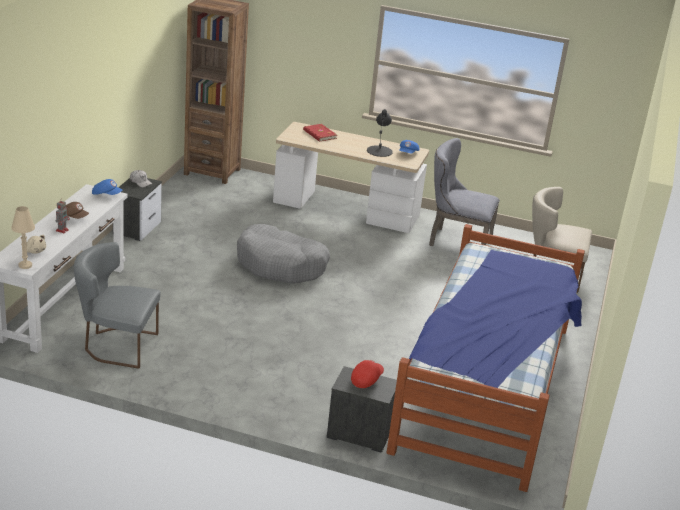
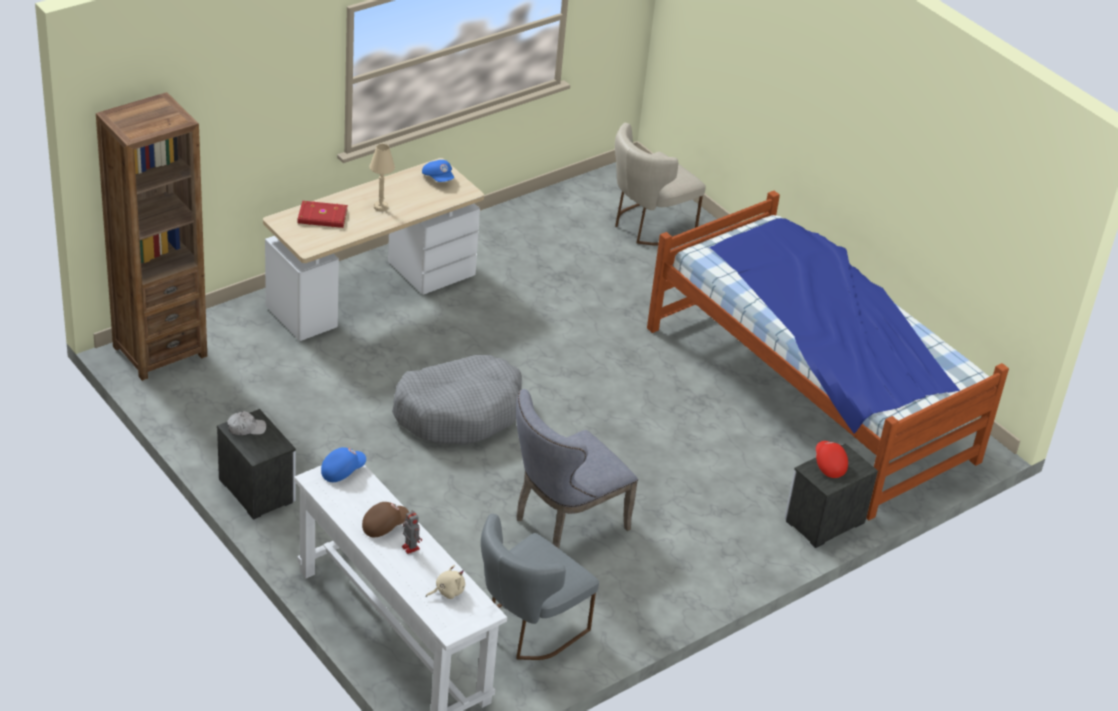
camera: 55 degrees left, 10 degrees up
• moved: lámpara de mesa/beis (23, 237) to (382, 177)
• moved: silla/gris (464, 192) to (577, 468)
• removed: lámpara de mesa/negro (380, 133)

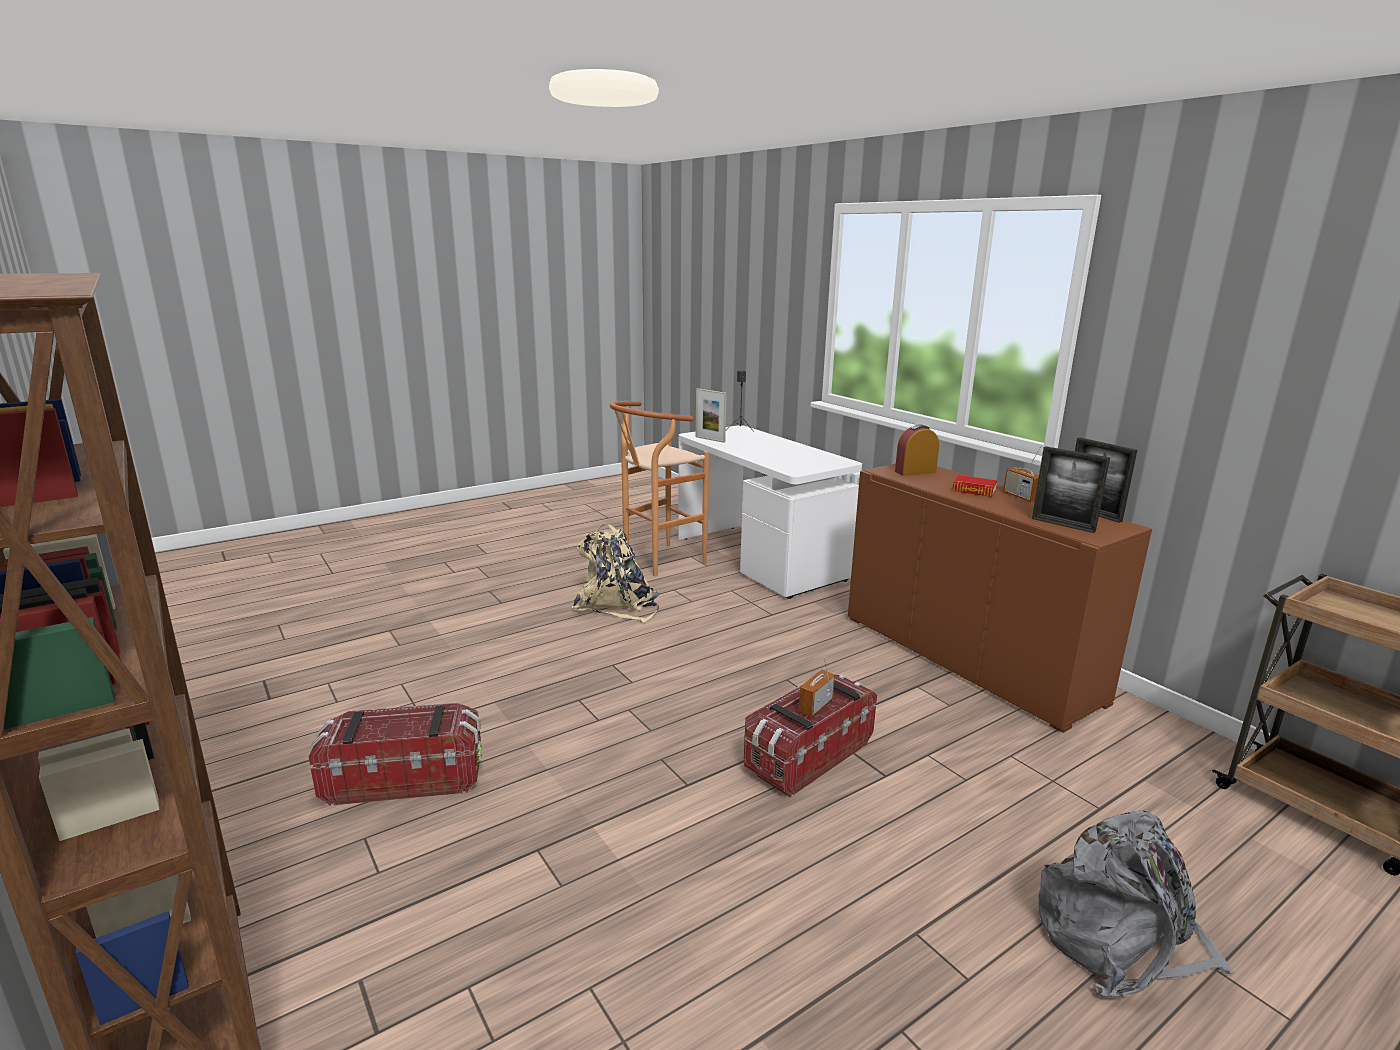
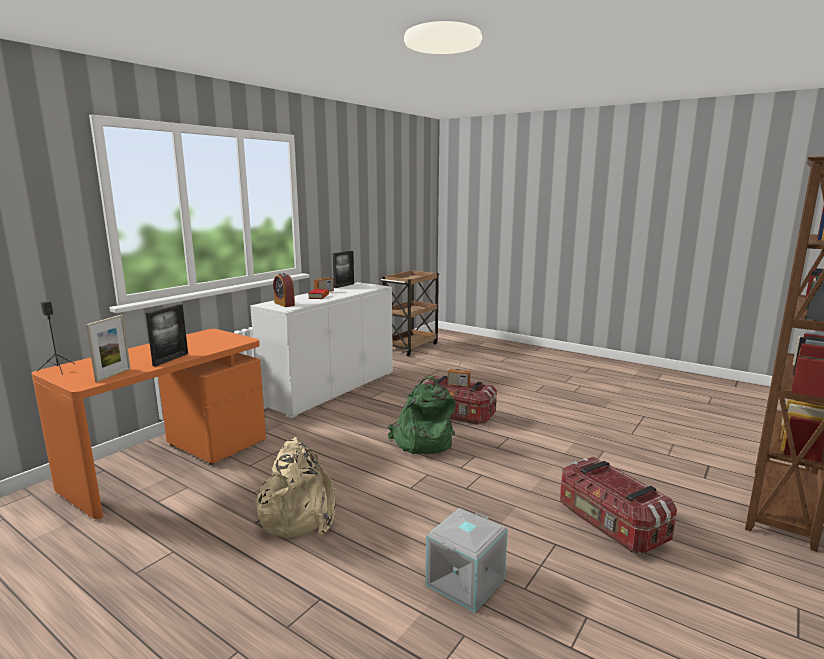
camera: 110 degrees left, 5 degrees down
• recoloured: escritorio/blanco (770, 512) to escritorio/naranja (149, 424)
• moved: portarretratos (1071, 489) to (167, 335)
• recoloured: armario/marrón (1000, 598) to armario/blanco (321, 350)
• added: mochila/verde (422, 415)
• added: caja de almacenaje/gris (467, 560)
• removed: taburete/marrón (659, 489)
• removed: mochila/gris (1137, 904)

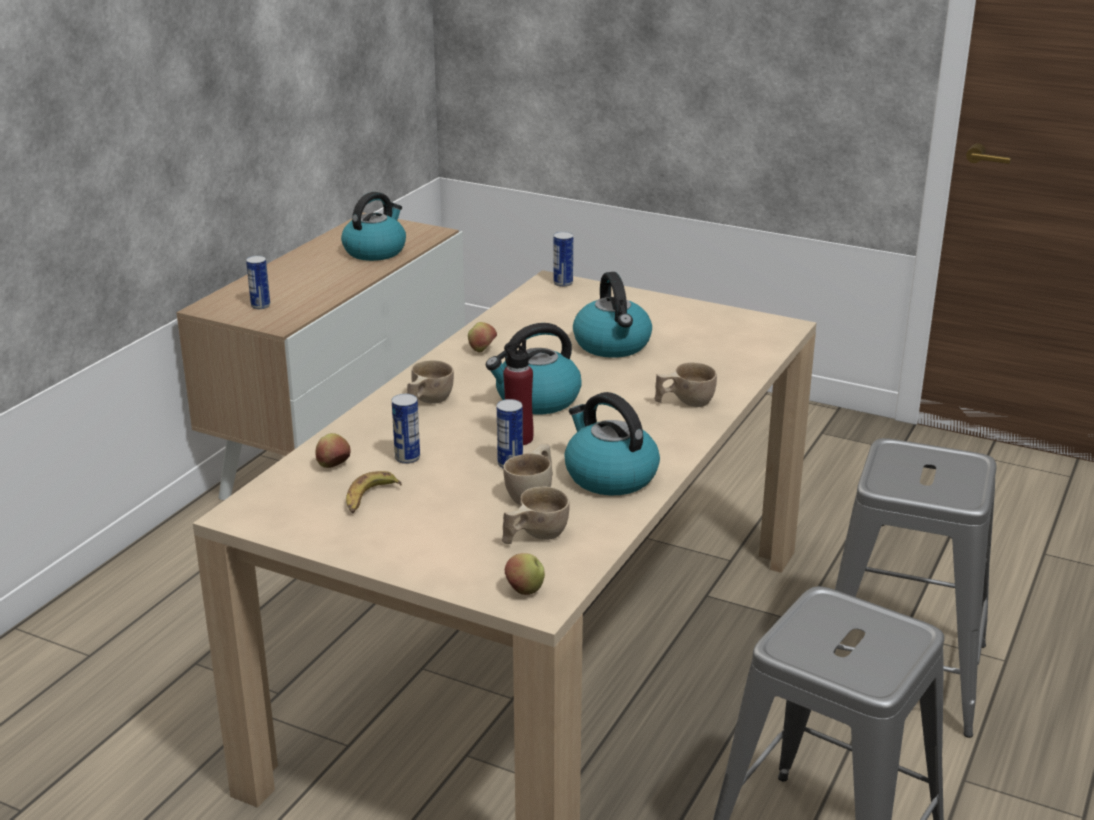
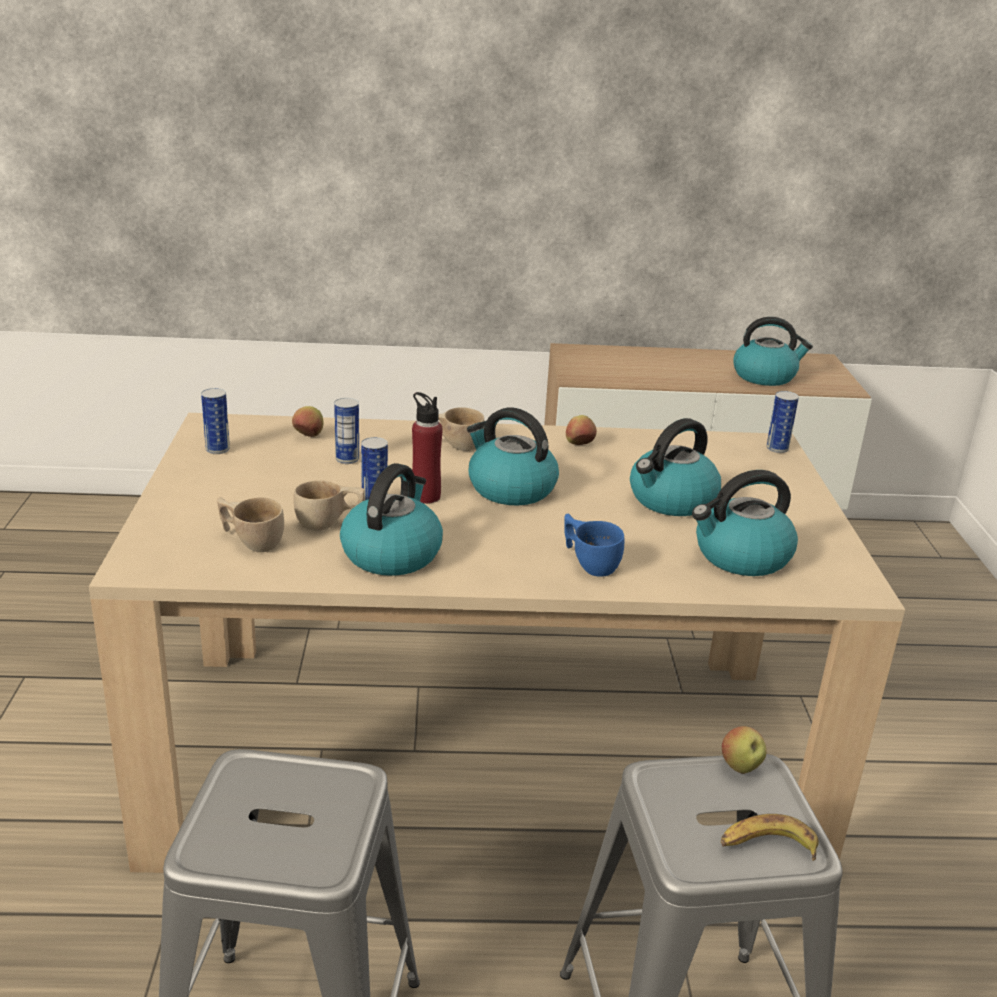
camera: 60 degrees right, 0 degrees up
• moved: lata (258, 282) to (215, 421)
• recoloured: taza/beis (685, 384) to taza/azul (594, 545)
• added: hervidor (745, 523)
• moved: plátano (374, 492) to (770, 837)
• moved: manzana (525, 574) to (744, 750)

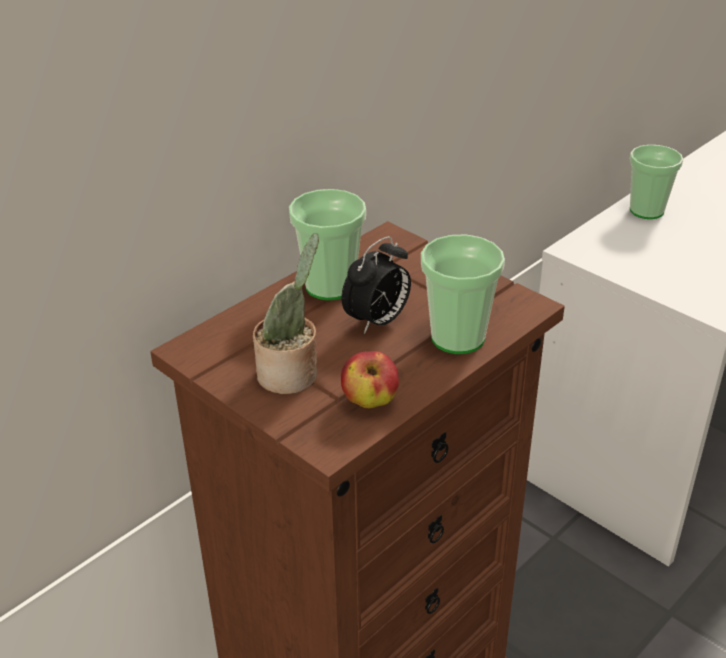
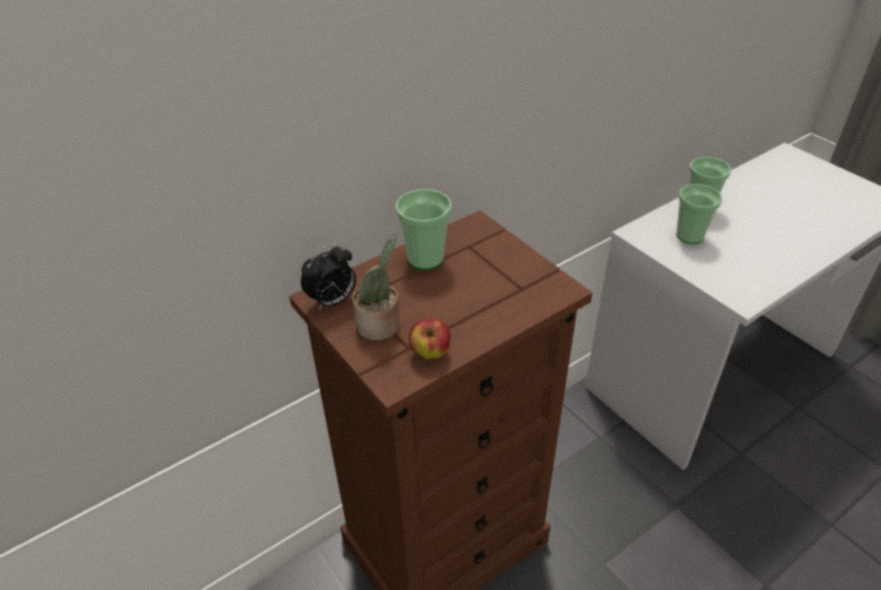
camera: 10 degrees right, 5 degrees up
• moved: despertador (376, 285) to (328, 277)
• moved: taza (463, 294) to (699, 214)

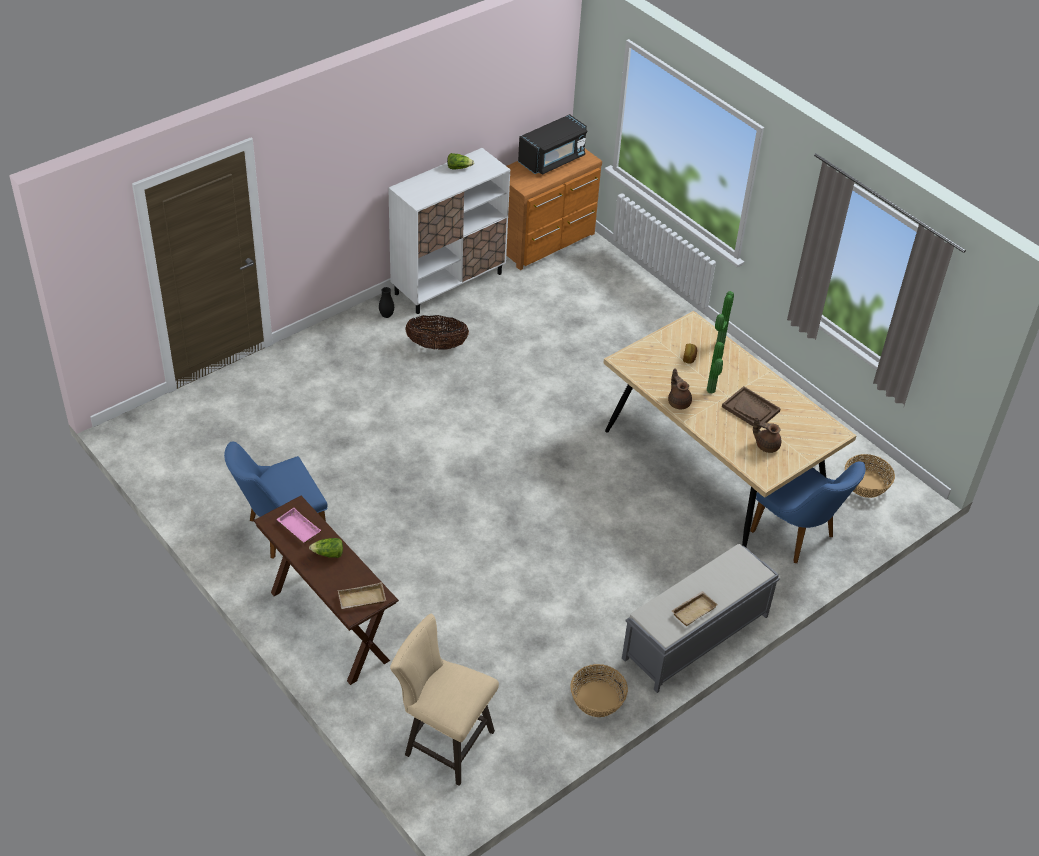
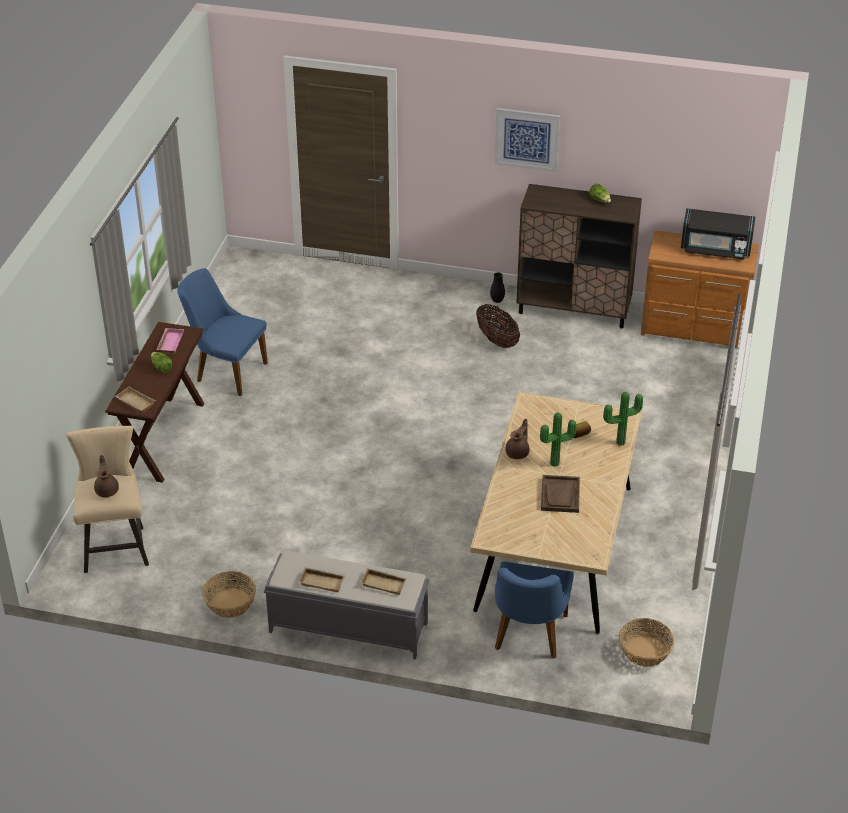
camera: 55 degrees right, 5 degrees down
• moved: tetera/marrón (767, 435) to (106, 476)
• added: bandeja/beis (383, 581)
• added: cuadro (527, 140)
• recoloured: armario/blanco (449, 231) to armario/marrón (579, 256)

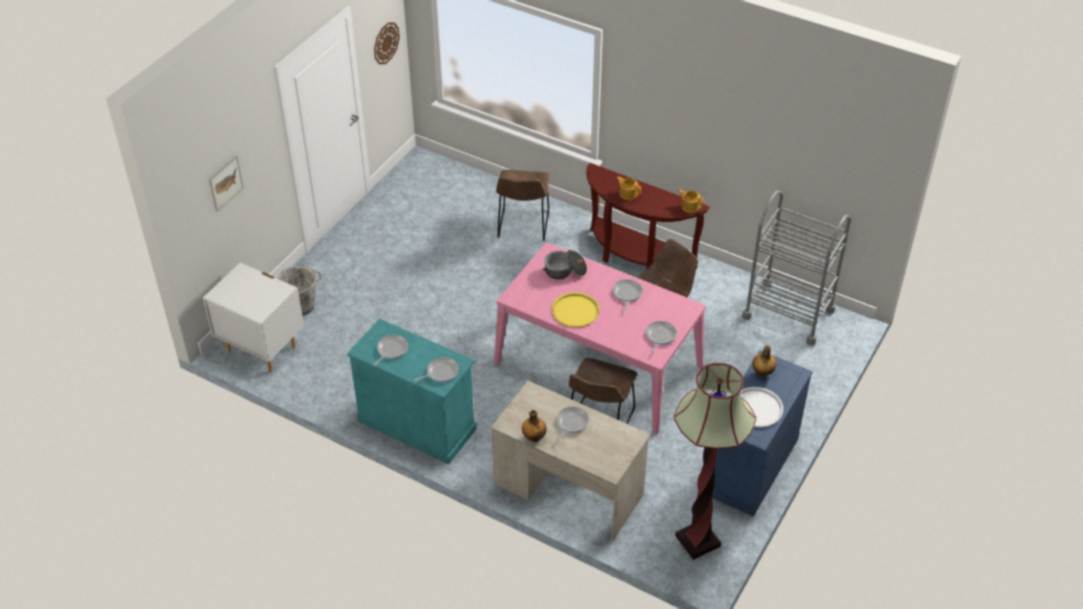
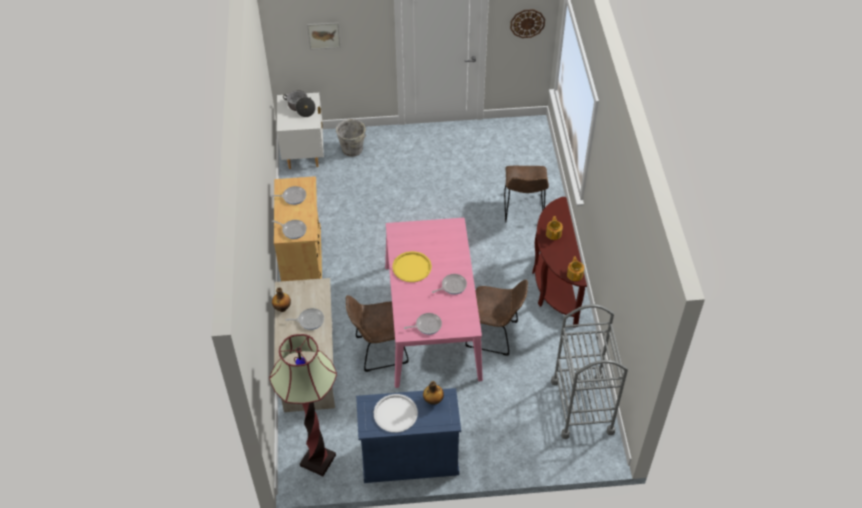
camera: 55 degrees right, 5 degrees up
• recoloured: armario/turquesa (412, 391) to armario/beis (298, 228)
• moved: olla (565, 264) to (299, 103)
• turned: silla/marrón (523, 205) = (526, 194) 60 degrees counterclockwise

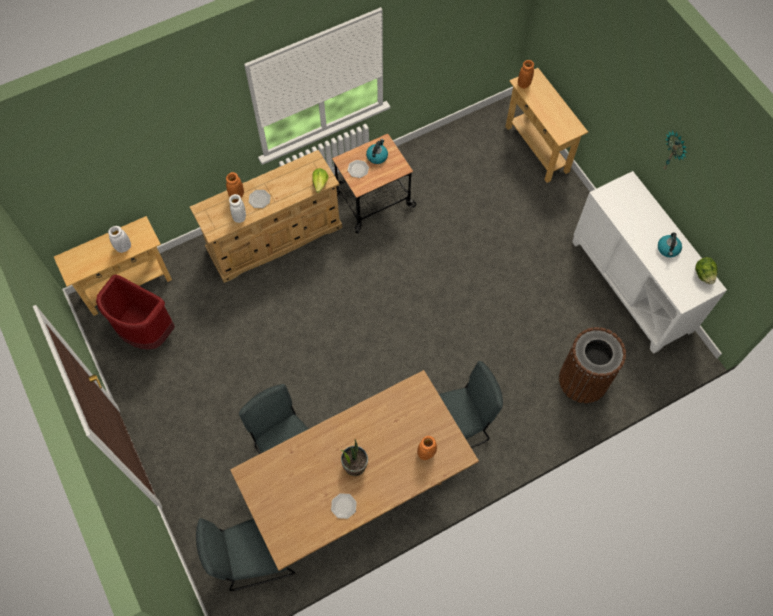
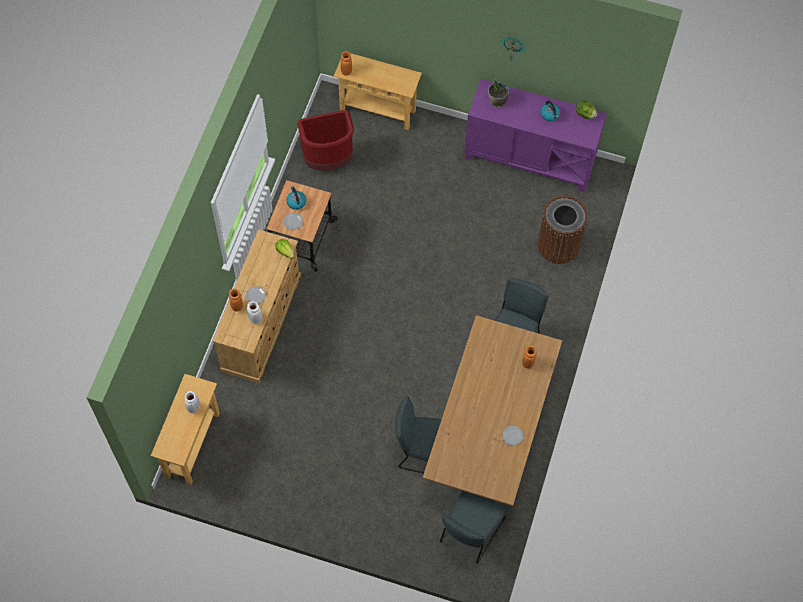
camera: 45 degrees left, 0 degrees up
• moved: papelera/rojo (135, 312) to (325, 140)
• recoloured: armario/blanco (649, 262) to armario/morado (535, 135)
• moved: planta en maceta (354, 458) to (498, 91)

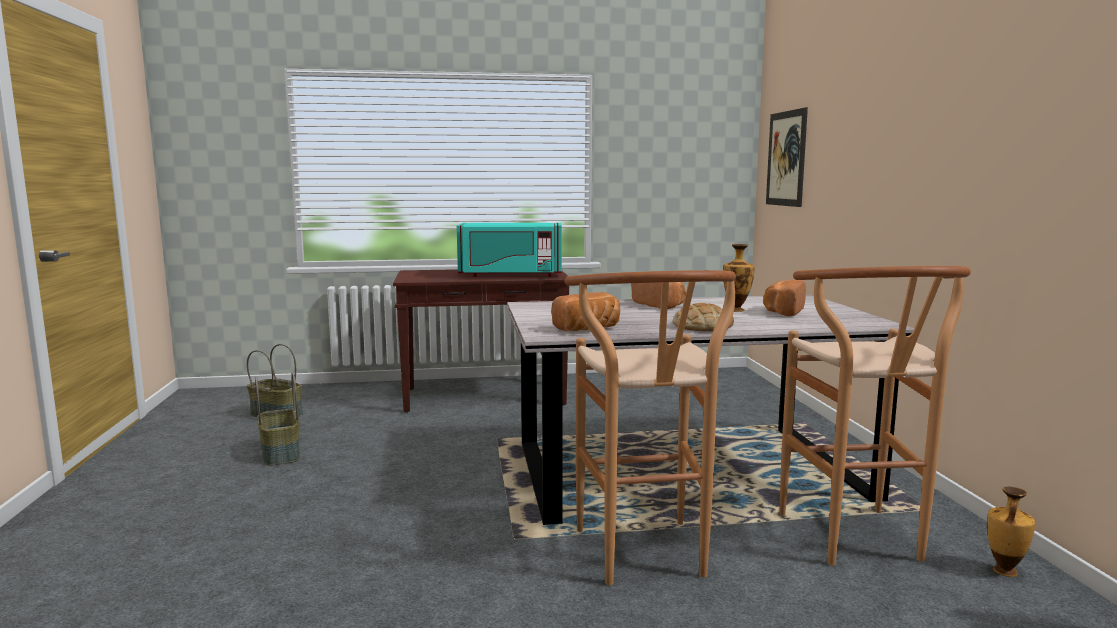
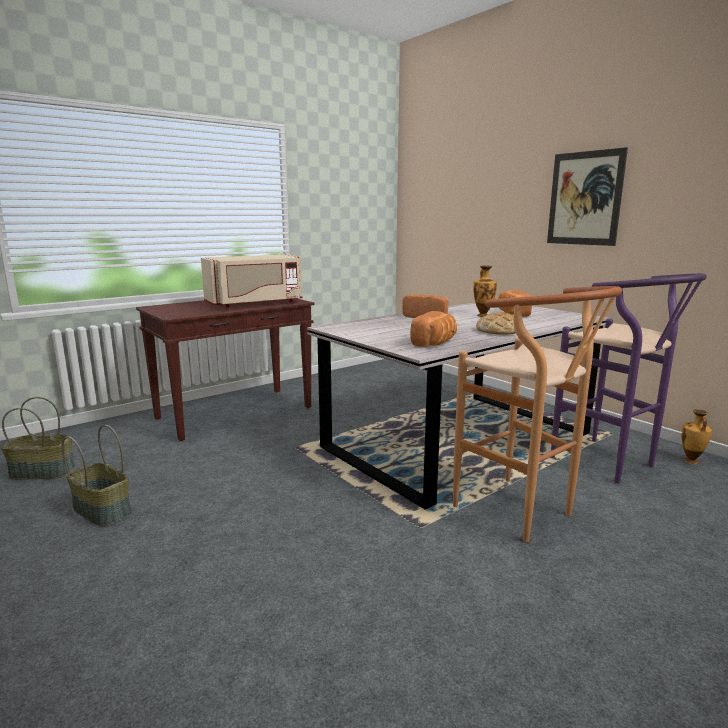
camera: 30 degrees left, 5 degrees up
• recoloured: microondas/turquesa (509, 250) to microondas/beis (252, 280)
• moved: cuadro (787, 157) to (587, 196)
• recoloured: taburete/marrón (875, 415) to taburete/morado (629, 378)

